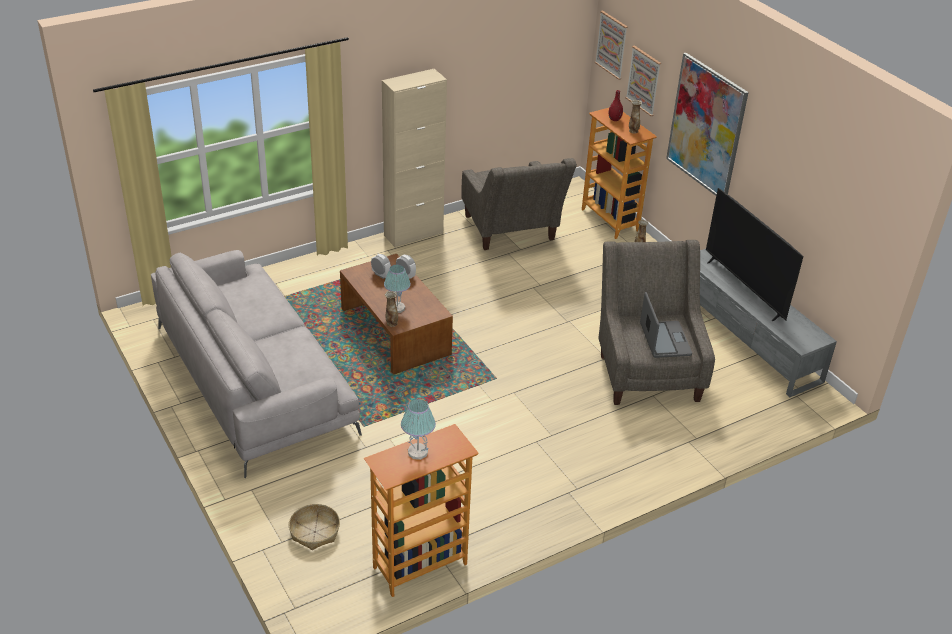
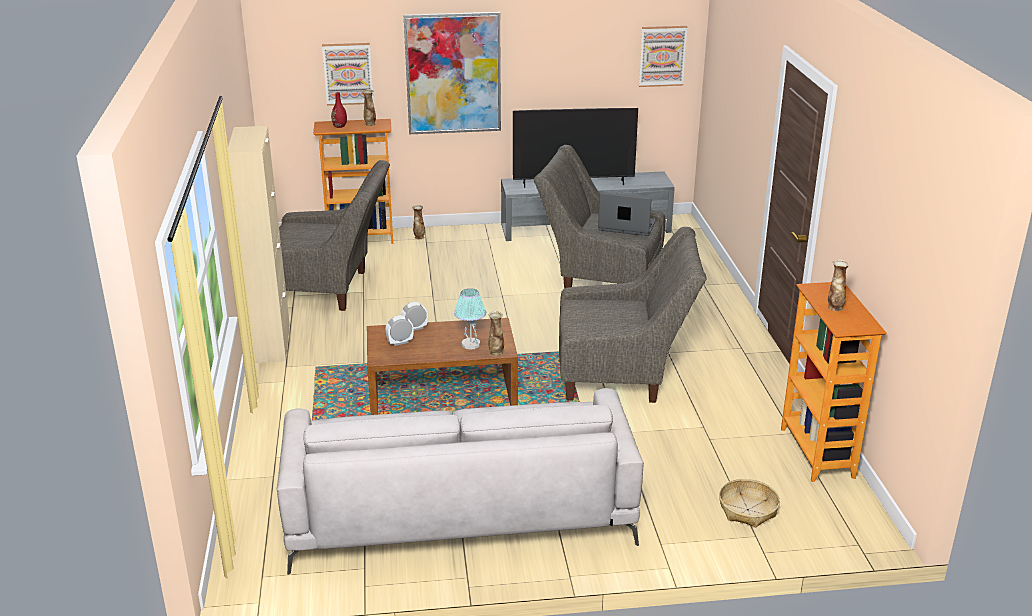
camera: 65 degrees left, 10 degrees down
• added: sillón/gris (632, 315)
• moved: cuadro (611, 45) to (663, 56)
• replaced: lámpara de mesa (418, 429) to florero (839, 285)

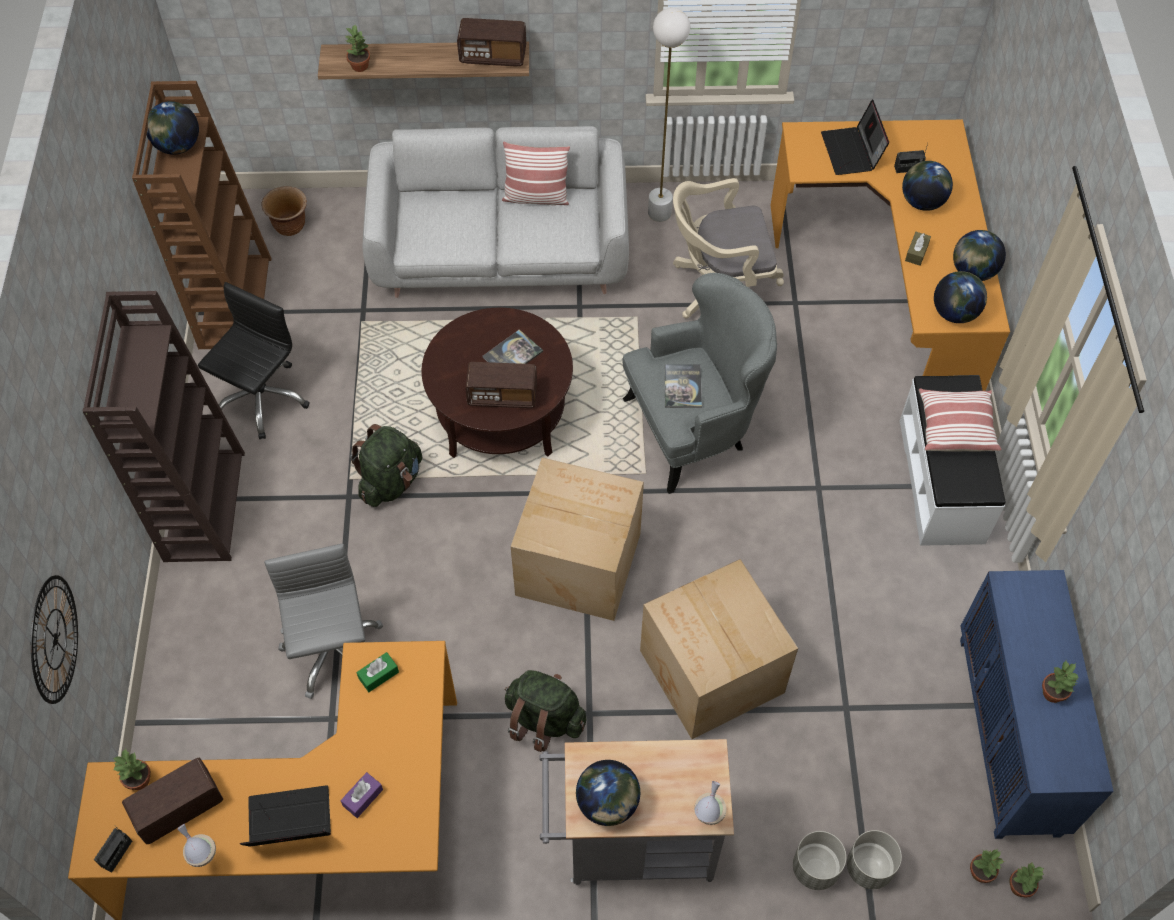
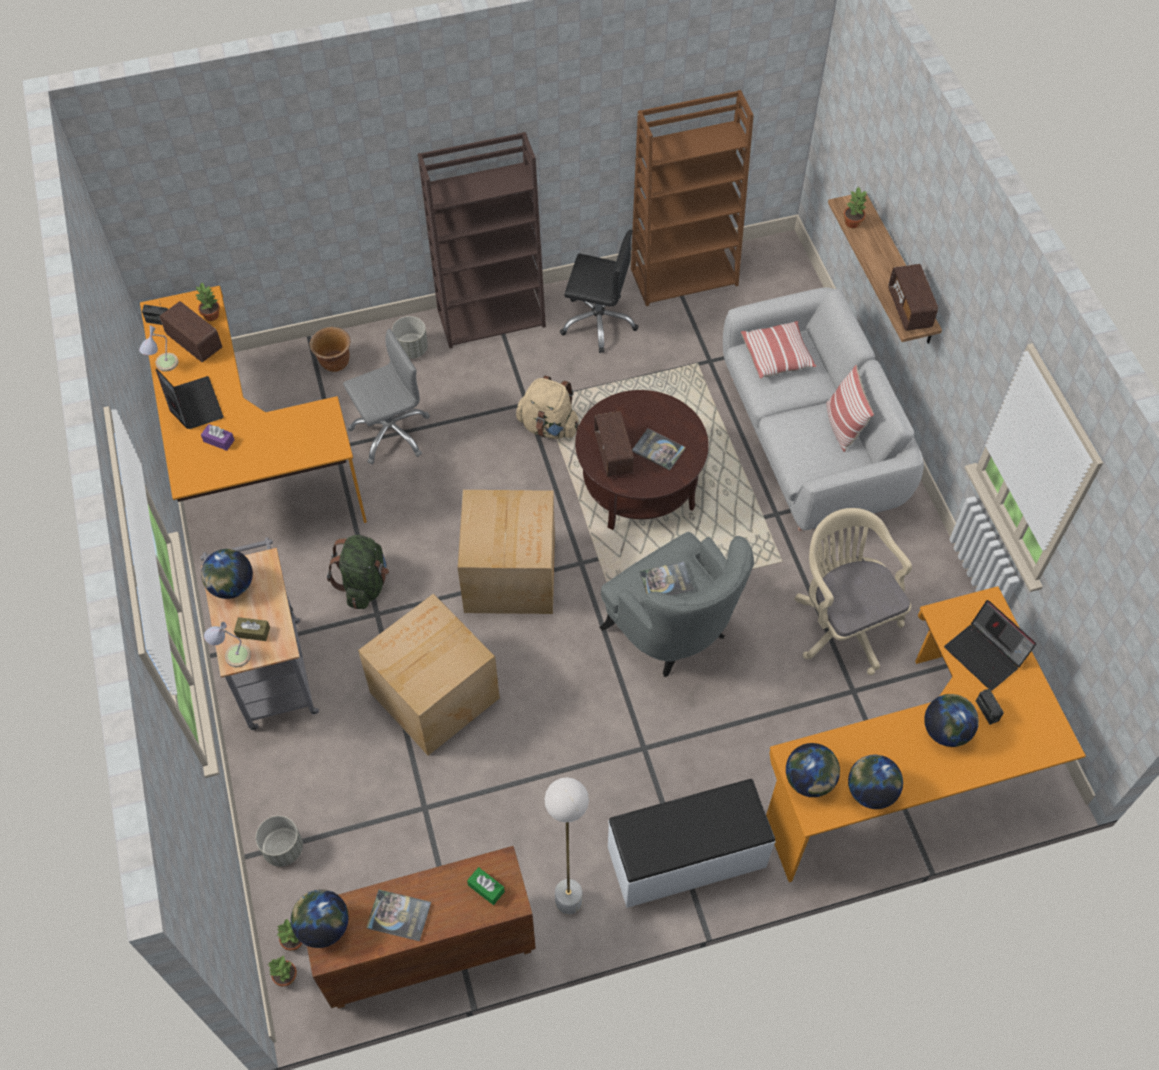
camera: 75 degrees right, 0 degrees up
• moved: caja de pañuelos/marrón (918, 249) to (252, 629)
• moved: globo terráqueo (173, 128) to (320, 918)
• recoloured: armario/azul (1037, 704) to armario/marrón (421, 927)
• moved: maceta/marrón (284, 211) to (330, 349)
• replaced: planta en maceta (1060, 682) to libro (398, 915)
• moved: maceta/gris (819, 860) to (410, 337)
• moved: caja de pañuelos/verde (377, 672) to (486, 886)
• recoloured: mochila/verde (386, 465) to mochila/beis (547, 407)
• moved: lámpara de pie/blanco (669, 115) to (566, 846)
• moved: cojín (960, 420) to (778, 350)
• turned: portátil (855, 137) = (990, 645) 105 degrees counterclockwise
• removed: reloj de pared (54, 639)

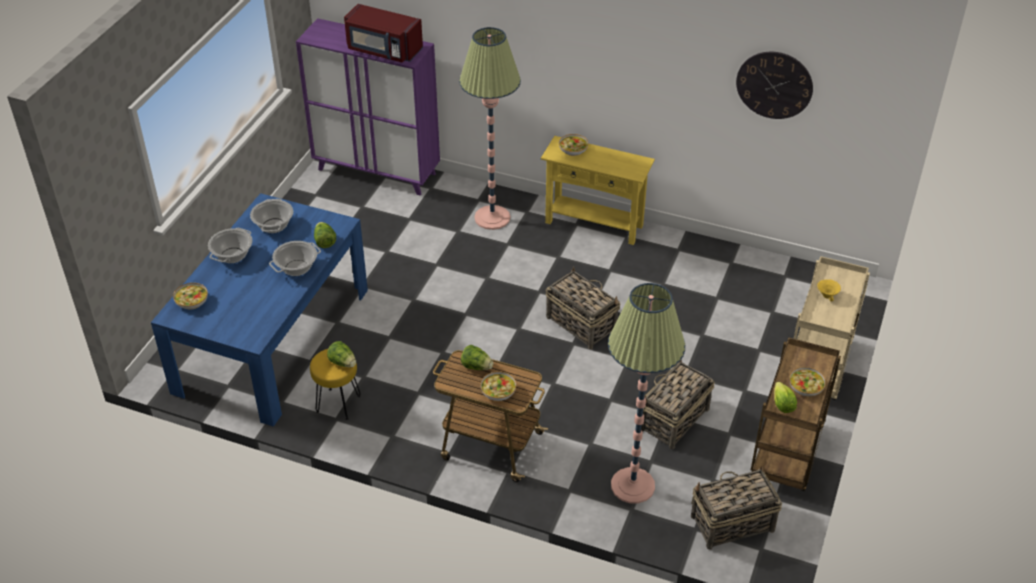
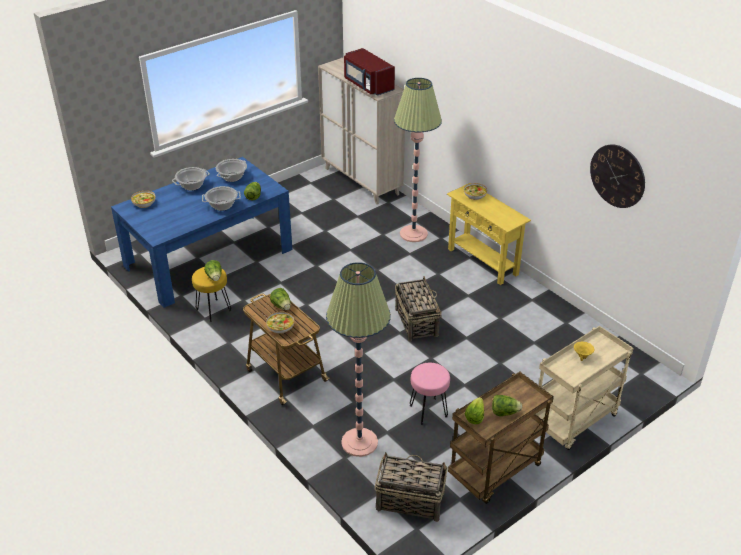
camera: 30 degrees right, 5 degrees down
• recoloured: armario/morado (368, 107) to armario/beis (361, 131)
• replaced: cesta (678, 404) to taburete/rosa (430, 394)
• replaced: cuenco (807, 381) to lechuga (507, 405)

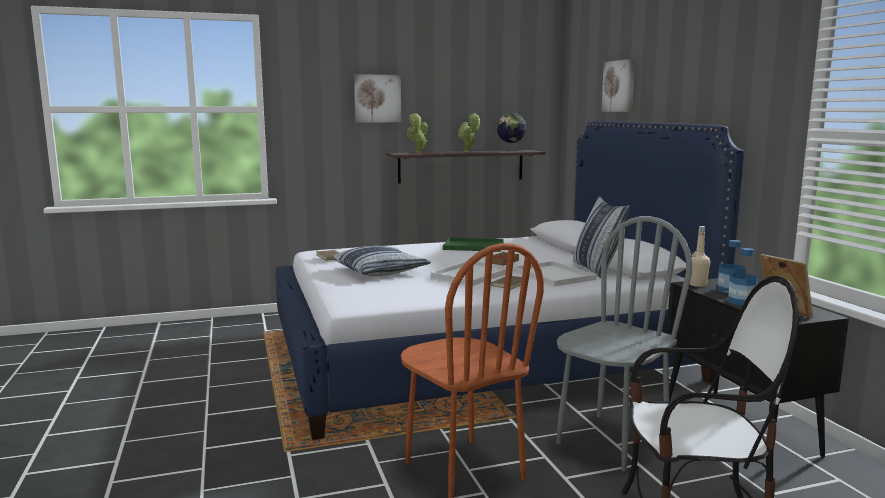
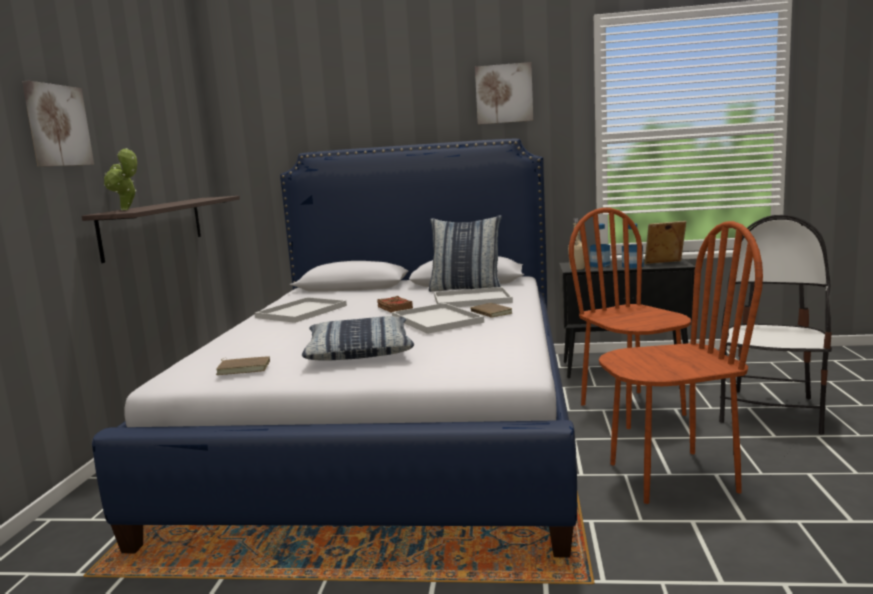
camera: 65 degrees left, 0 degrees up
• recoloured: bandeja/verde (473, 244) to bandeja/blanco (301, 310)
• moved: cuadro (618, 85) to (504, 93)
• recoloured: silla/gris (624, 343) to silla/marrón (630, 318)
• removed: planta en maceta (469, 132)
• removed: globo terráqueo (512, 132)

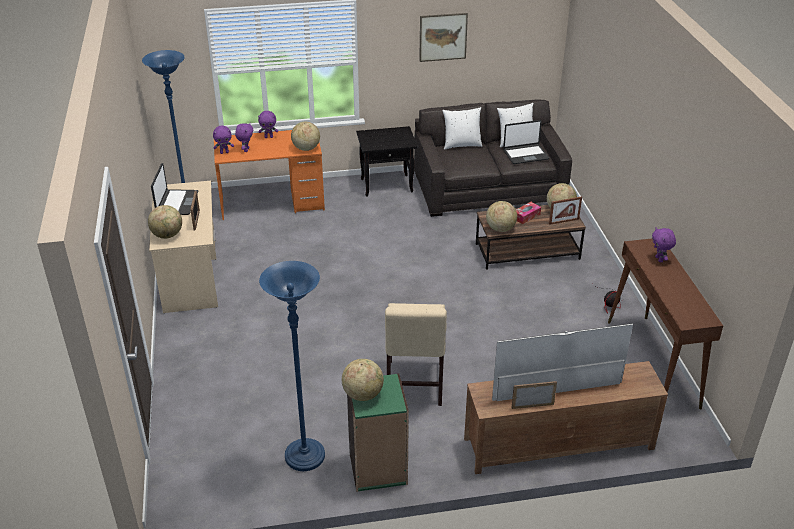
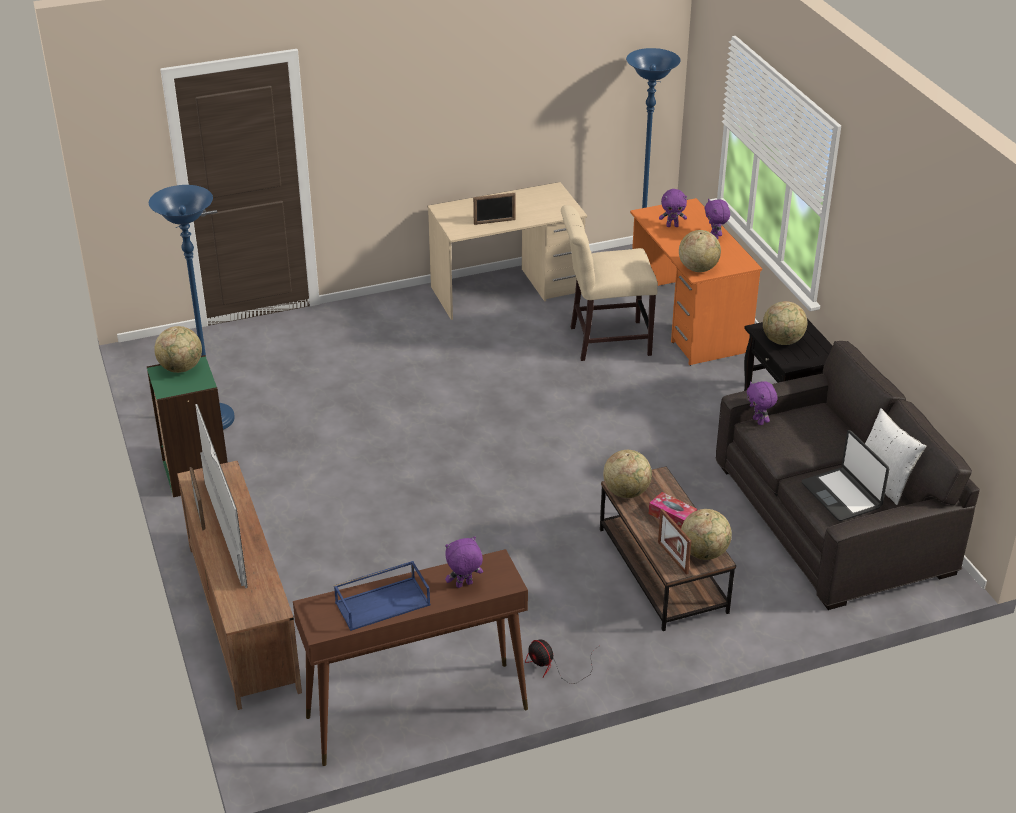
camera: 80 degrees right, 0 degrees up
• added: bandeja/azul (382, 596)
• moved: silla/beis (416, 354) to (609, 283)
• moved: peluche/morado (223, 140) to (762, 403)
• moved: globo terráqueo (165, 222) to (785, 323)
• removed: portátil (174, 189)
• removed: cuadro (443, 37)
• removed: cojín/blanco (462, 128)

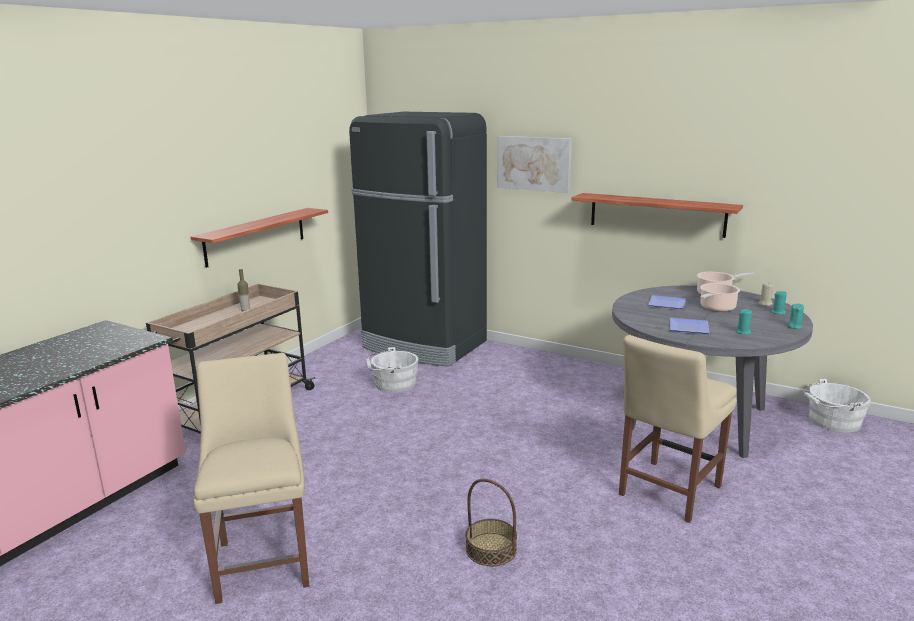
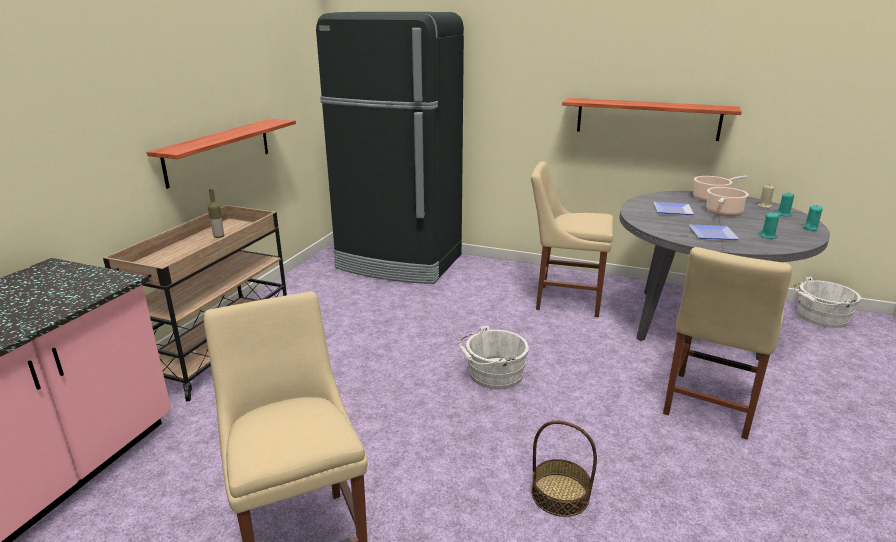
camera: 10 degrees left, 5 degrees up
• moved: cubo/blanco (392, 369) to (494, 357)
• added: silla/beis (572, 239)
• removed: cuadro (534, 164)

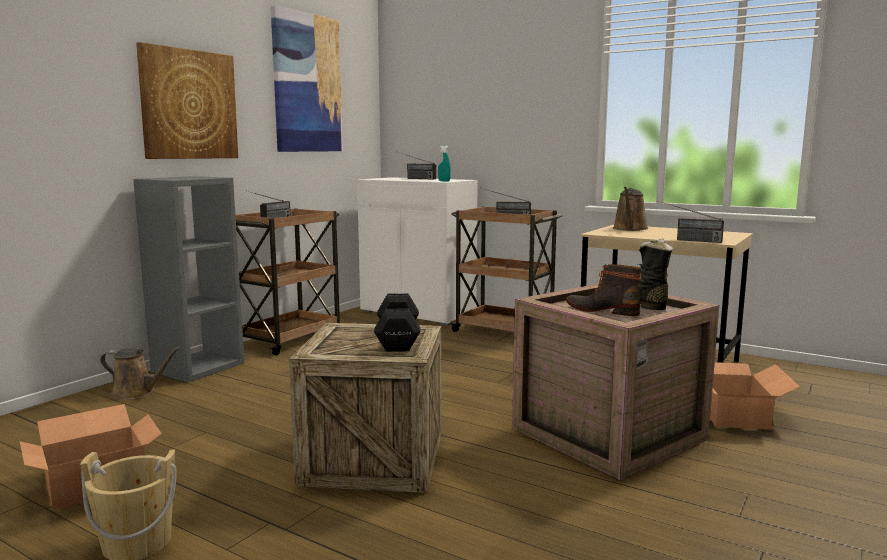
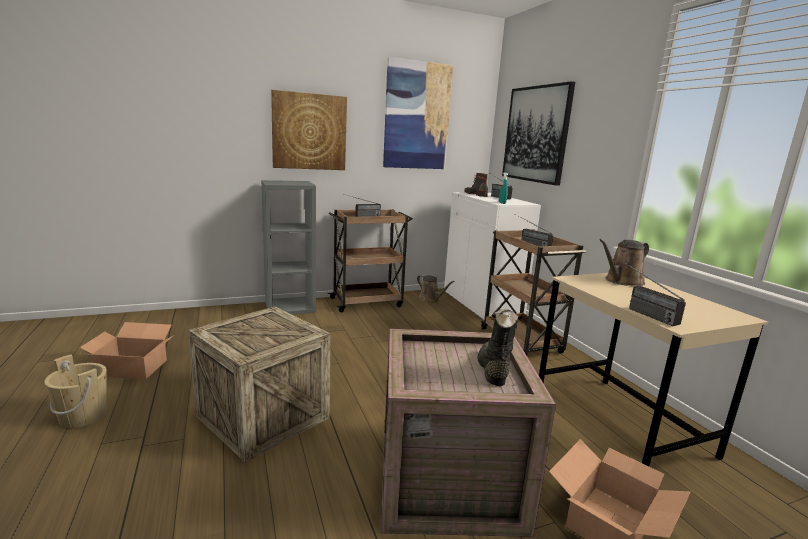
camera: 35 degrees right, 5 degrees up
• moved: regadera/marrón (140, 373) to (436, 289)
• moved: bota (604, 290) to (476, 185)
• added: cuadro (538, 133)
• removed: mancuerna/negro (397, 322)

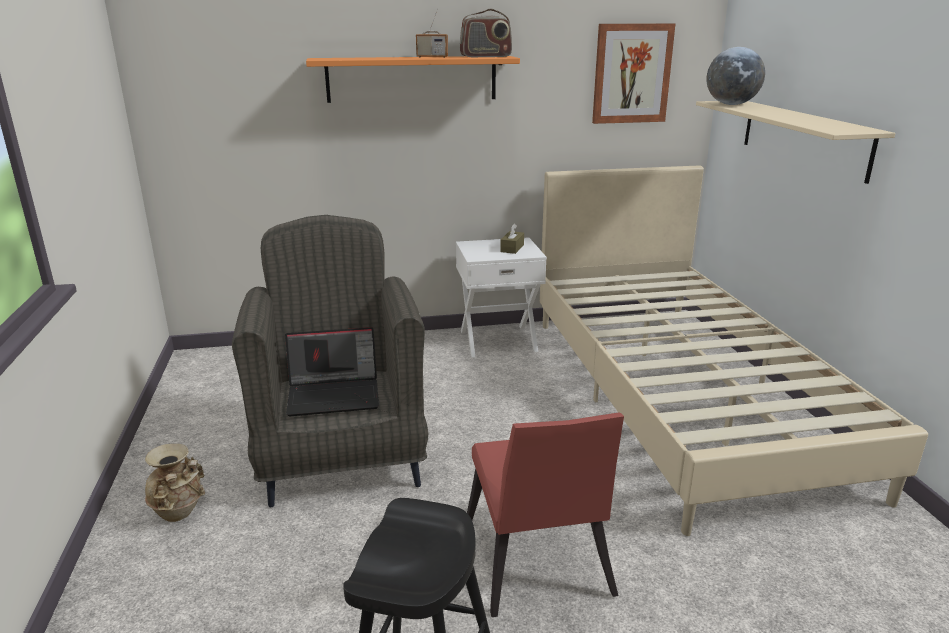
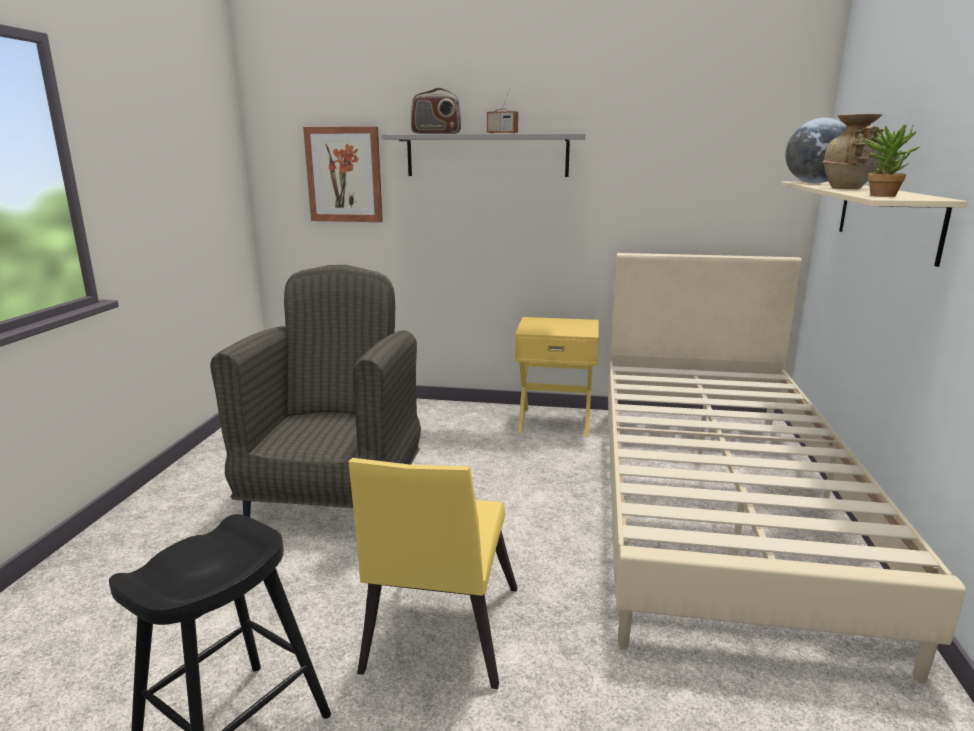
camera: 20 degrees right, 5 degrees down
• moved: cuadro (633, 73) to (343, 174)
• recoloured: silla/rojo (545, 514) to silla/amarillo (432, 573)
• recoloured: estante/naranja (413, 79) to estante/gris (484, 155)
• moved: radio (486, 33) to (436, 111)
• recoloured: mesita de noche/blanco (501, 297) to mesita de noche/amarillo (556, 377)
• moved: florero/beis (175, 483) to (853, 151)
• added: planta en maceta (890, 160)
• removed: portátil (332, 371)
• removed: caja de pañuelos/marrón (512, 239)

